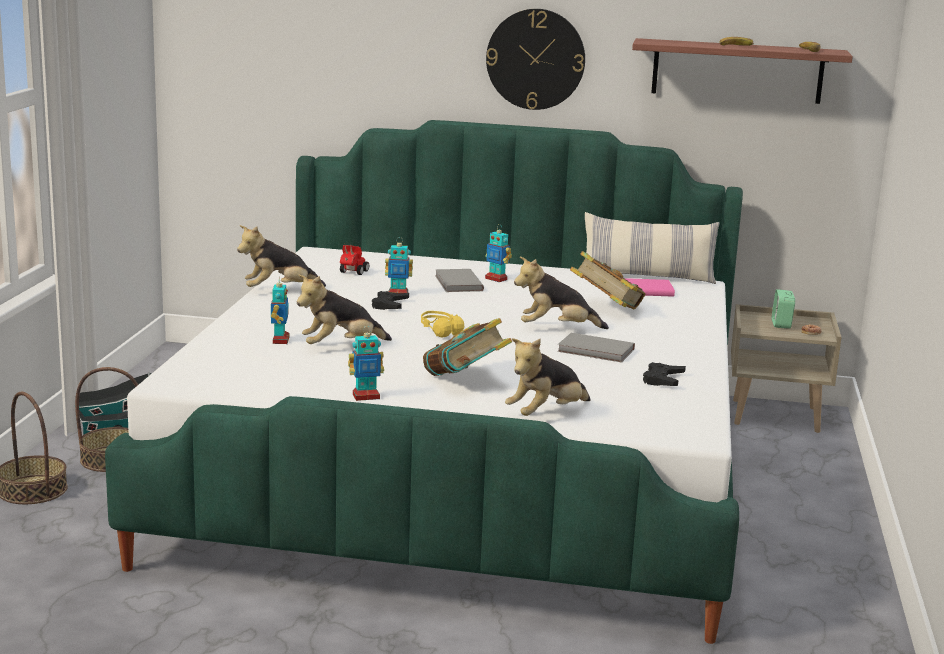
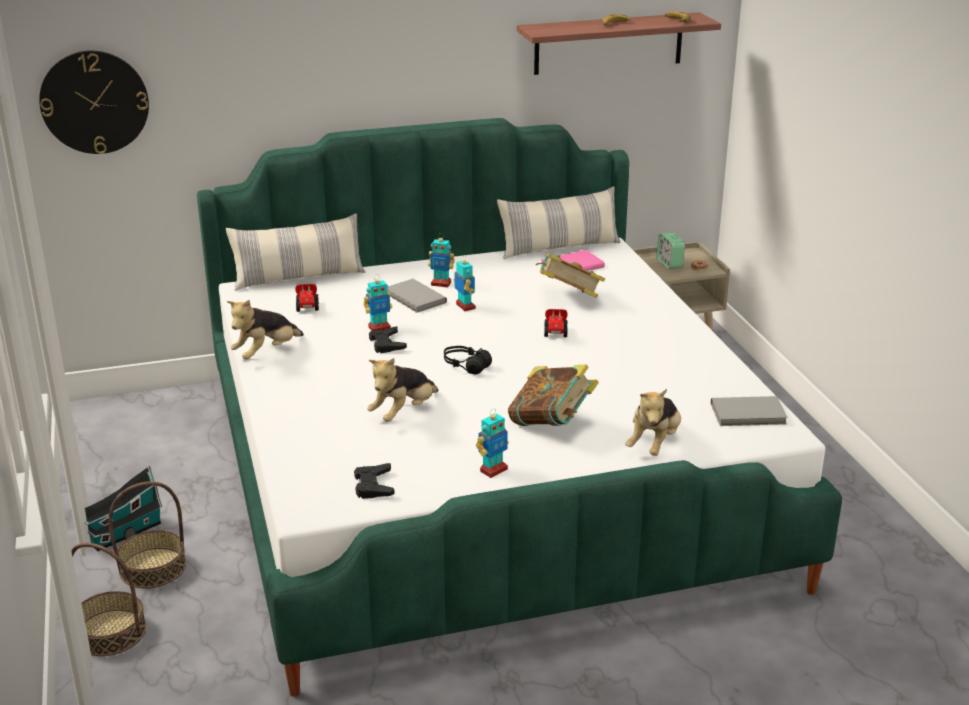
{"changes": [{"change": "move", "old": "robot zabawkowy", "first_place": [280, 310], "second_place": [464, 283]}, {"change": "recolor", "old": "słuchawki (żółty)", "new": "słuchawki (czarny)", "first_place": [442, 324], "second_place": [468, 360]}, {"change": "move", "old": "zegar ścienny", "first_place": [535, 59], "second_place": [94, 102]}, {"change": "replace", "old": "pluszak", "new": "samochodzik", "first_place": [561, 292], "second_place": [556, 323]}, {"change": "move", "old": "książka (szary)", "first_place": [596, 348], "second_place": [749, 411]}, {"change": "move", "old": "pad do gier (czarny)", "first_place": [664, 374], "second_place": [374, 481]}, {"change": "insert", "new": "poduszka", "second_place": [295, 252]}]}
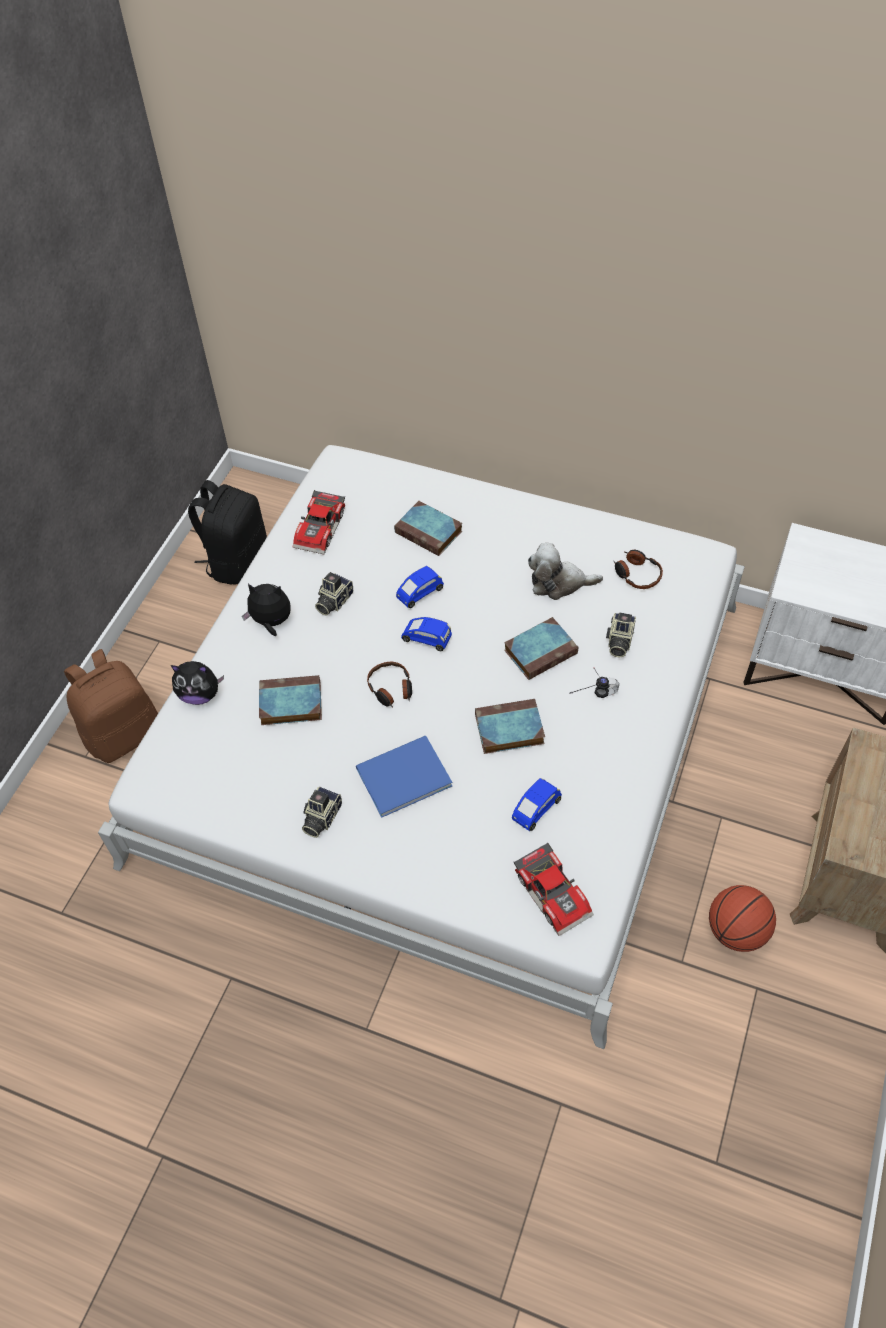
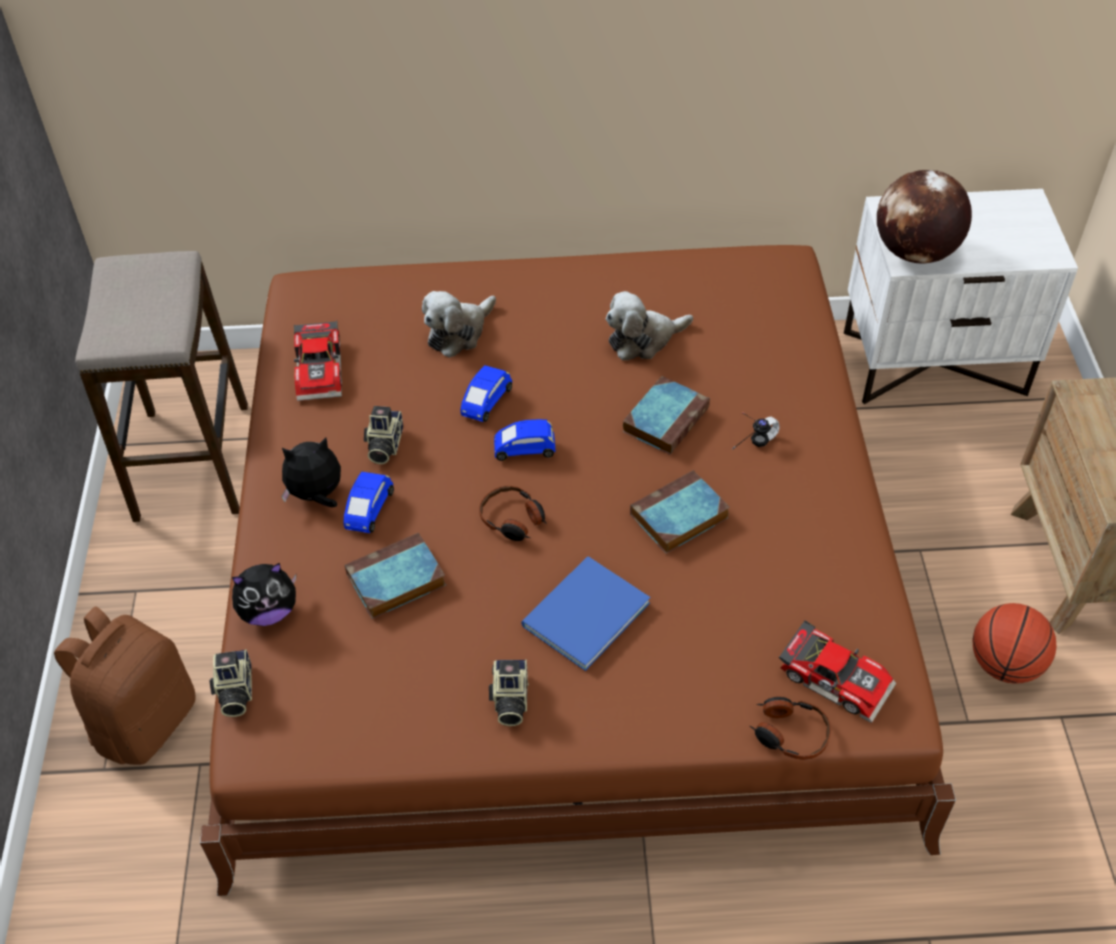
{"changes": [{"change": "recolor", "old": "łóżko (biały)", "new": "łóżko (brązowy)", "first_place": [421, 747], "second_place": [578, 570]}, {"change": "replace", "old": "plecak (czarny)", "new": "stołek", "first_place": [227, 532], "second_place": [161, 386]}, {"change": "replace", "old": "książka", "new": "pluszak", "first_place": [428, 528], "second_place": [459, 324]}, {"change": "move", "old": "samochodzik (niebieski)", "first_place": [537, 804], "second_place": [368, 502]}, {"change": "move", "old": "aparat fotograficzny", "first_place": [621, 634], "second_place": [230, 683]}, {"change": "move", "old": "słuchawki", "first_place": [638, 569], "second_place": [790, 728]}, {"change": "insert", "new": "globus", "second_place": [924, 217]}]}
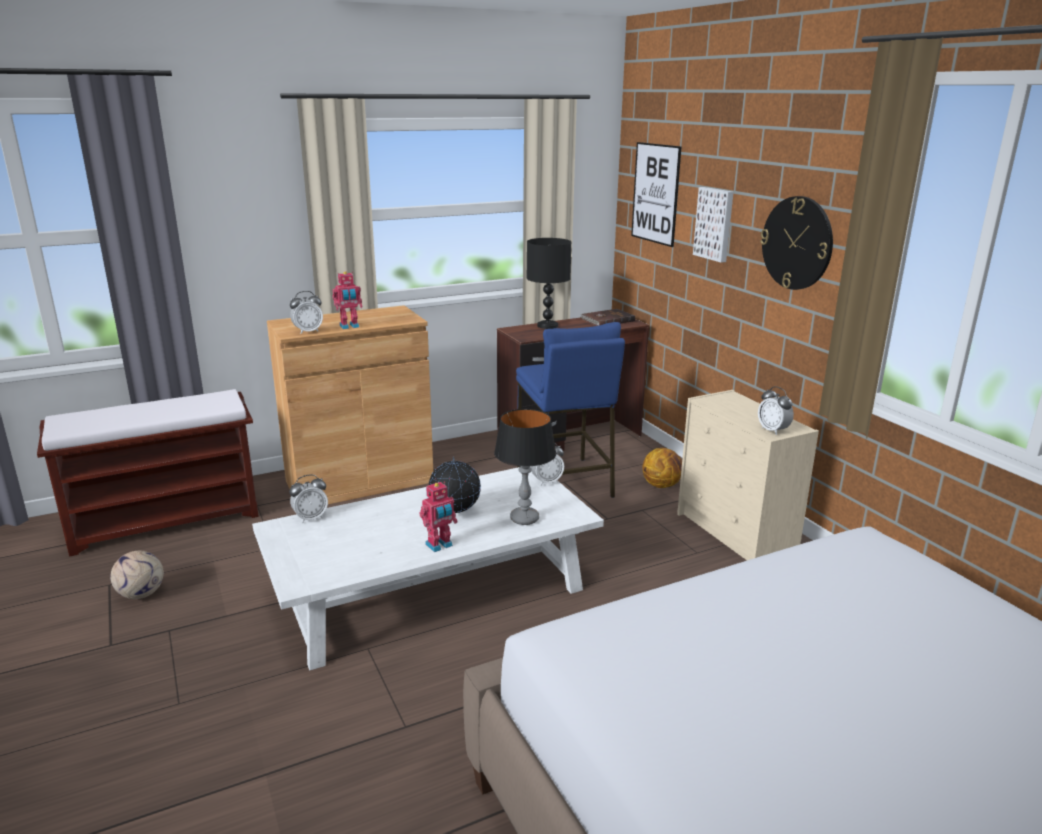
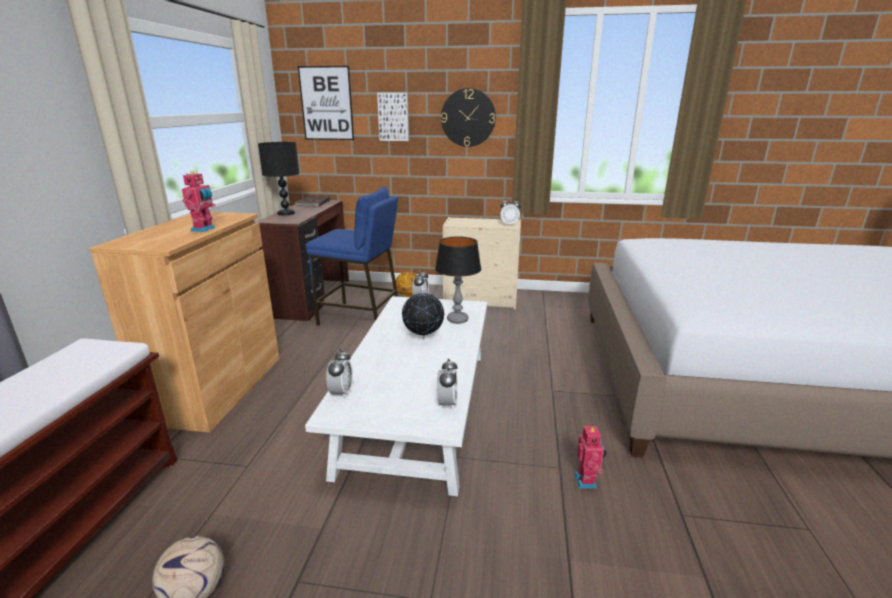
{"changes": [{"change": "move", "old": "budzik", "first_place": [306, 312], "second_place": [447, 384]}, {"change": "move", "old": "robot zabawkowy", "first_place": [438, 517], "second_place": [590, 456]}]}
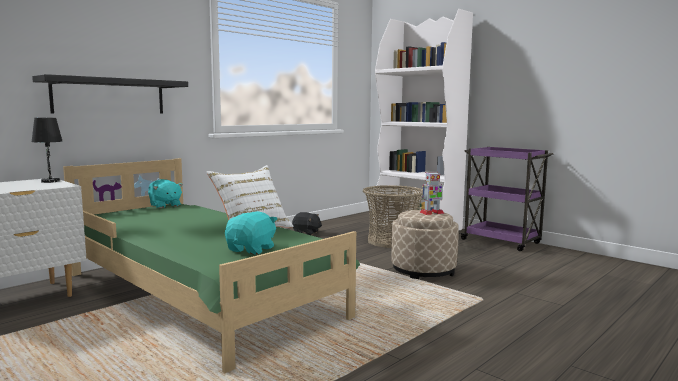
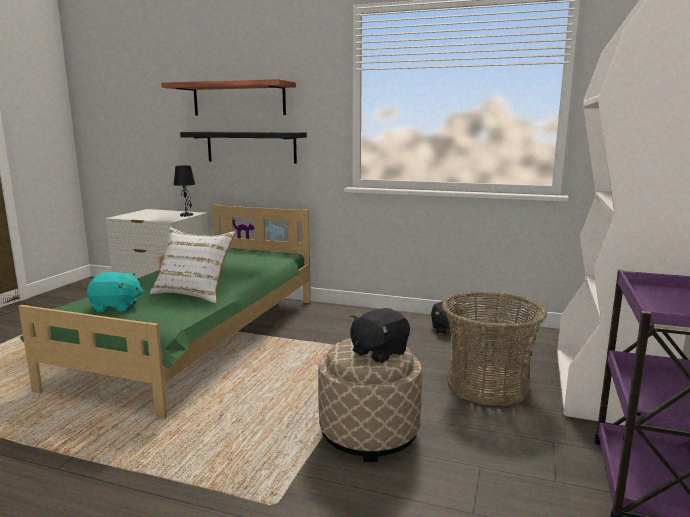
{"changes": [{"change": "delete", "old": "pluszak (turkusowy)", "first_place": [165, 193]}, {"change": "replace", "old": "robot zabawkowy", "new": "pluszak (czarny)", "first_place": [432, 193], "second_place": [379, 335]}, {"change": "insert", "new": "półka", "second_place": [228, 97]}]}
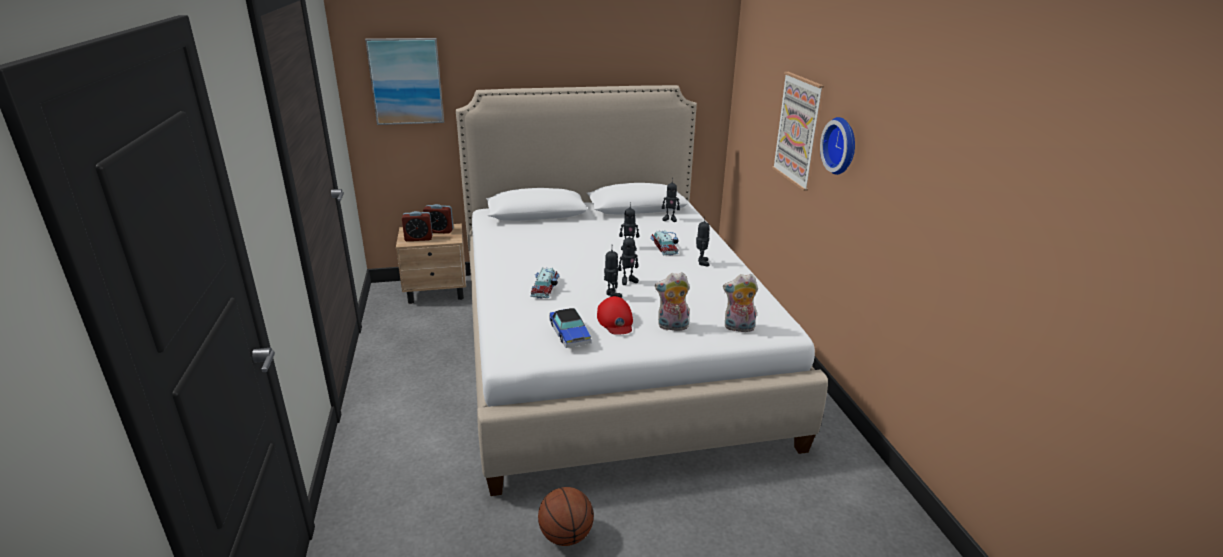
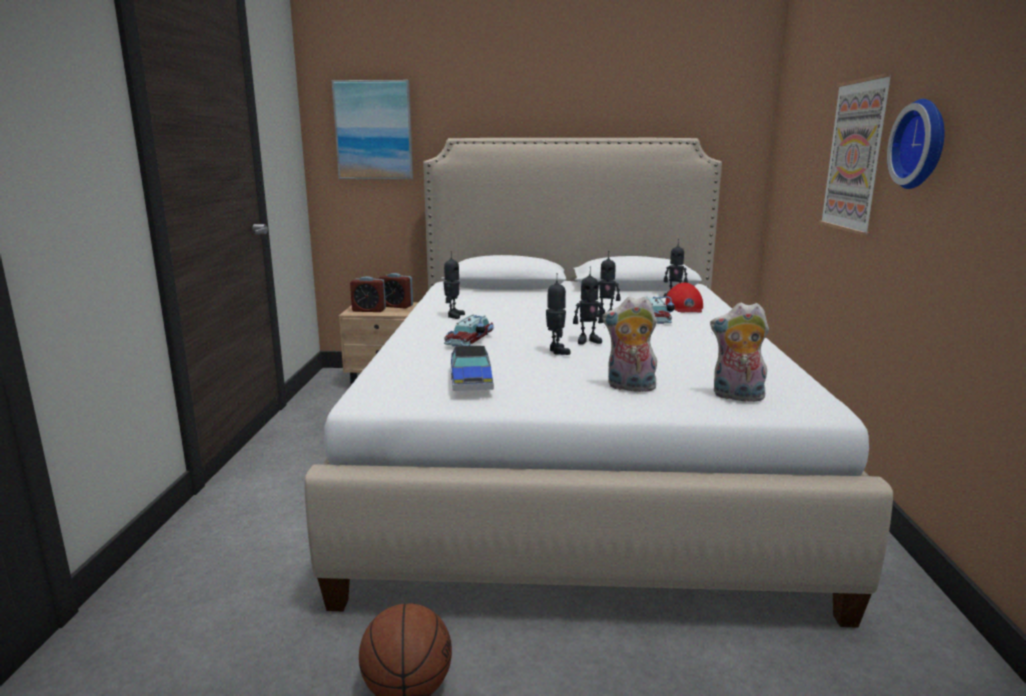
{"changes": [{"change": "move", "old": "czapka z daszkiem (czerwony)", "first_place": [615, 315], "second_place": [684, 297]}, {"change": "move", "old": "robot zabawkowy", "first_place": [703, 242], "second_place": [454, 285]}]}
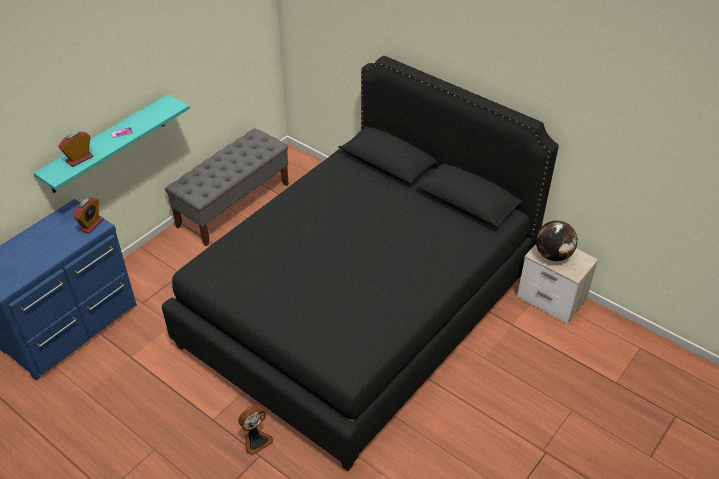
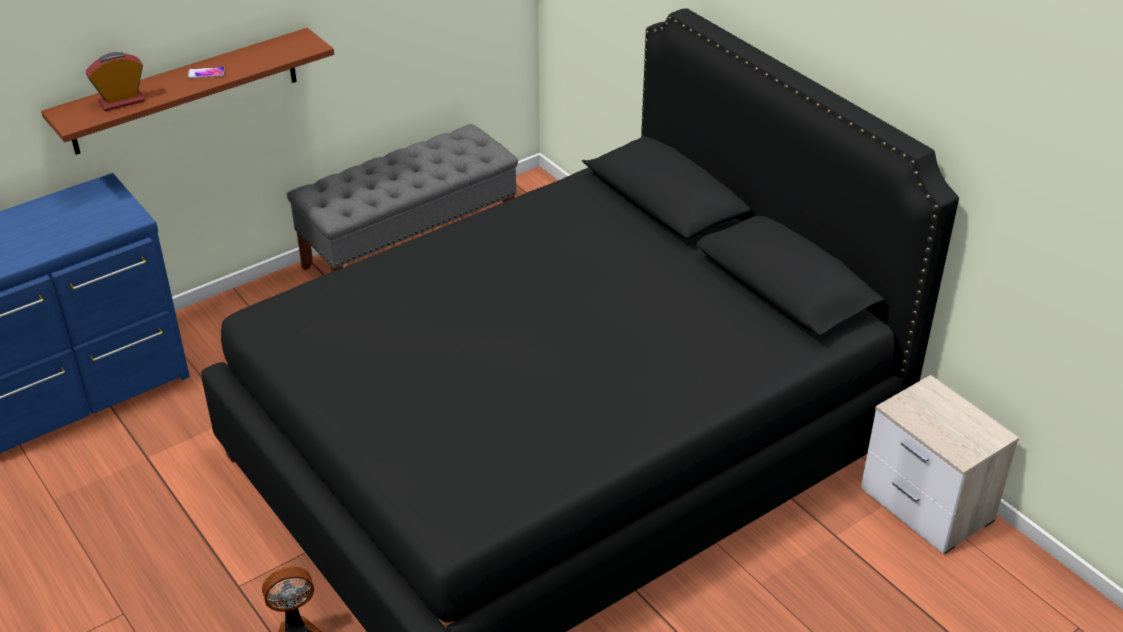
{"changes": [{"change": "recolor", "old": "półka (turkusowy)", "new": "półka (brązowy)", "first_place": [111, 143], "second_place": [187, 91]}, {"change": "delete", "old": "budzik", "first_place": [88, 215]}, {"change": "delete", "old": "globus", "first_place": [556, 241]}]}
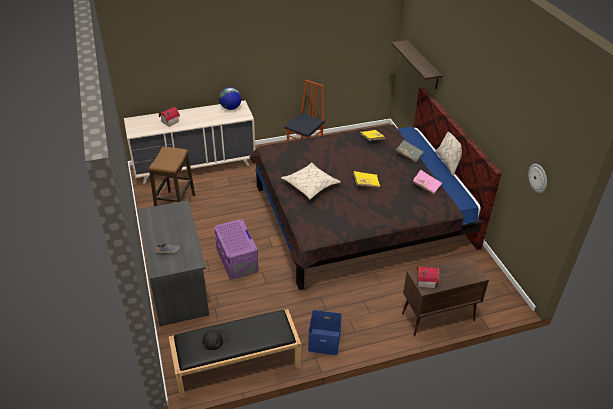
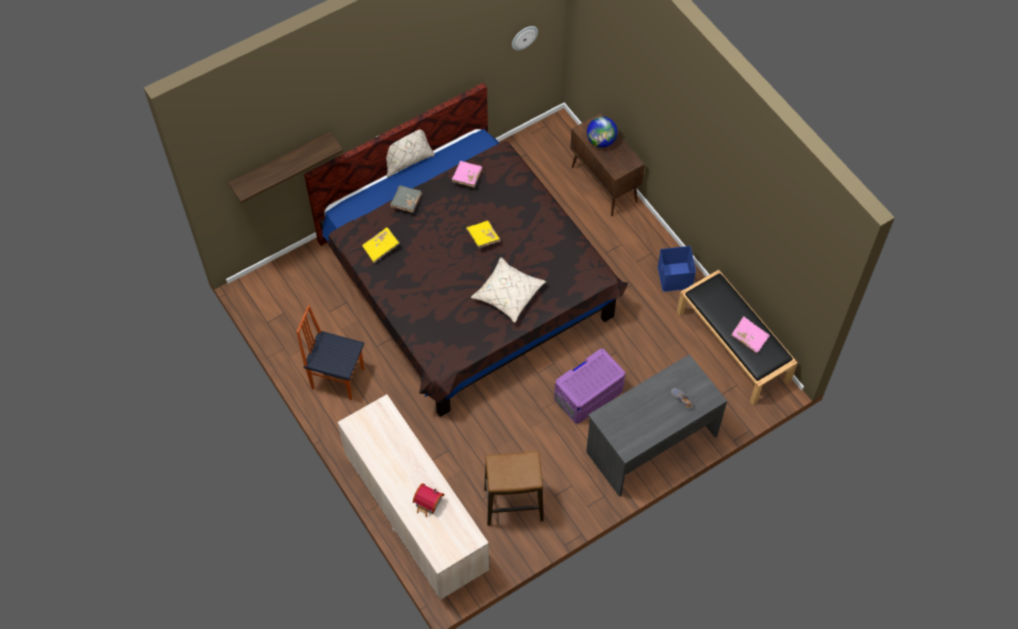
{"changes": [{"change": "replace", "old": "czapka z daszkiem (czarny)", "new": "książka (różowy)", "first_place": [216, 339], "second_place": [750, 335]}, {"change": "move", "old": "globus", "first_place": [230, 98], "second_place": [602, 132]}, {"change": "delete", "old": "domek", "first_place": [428, 277]}]}
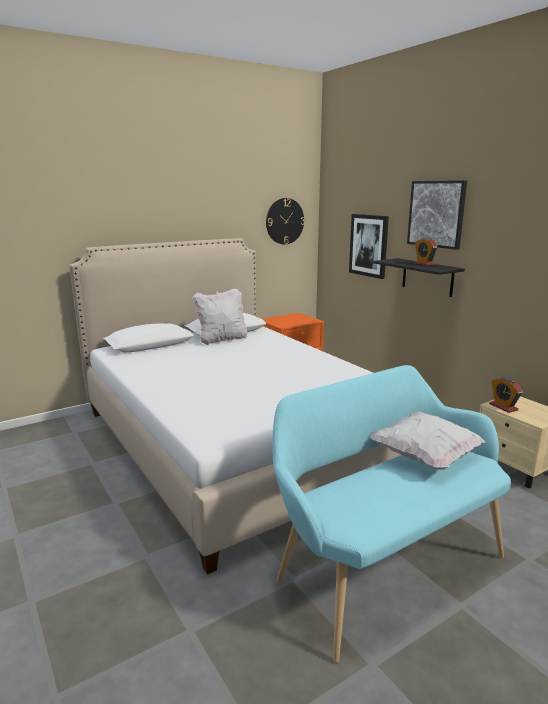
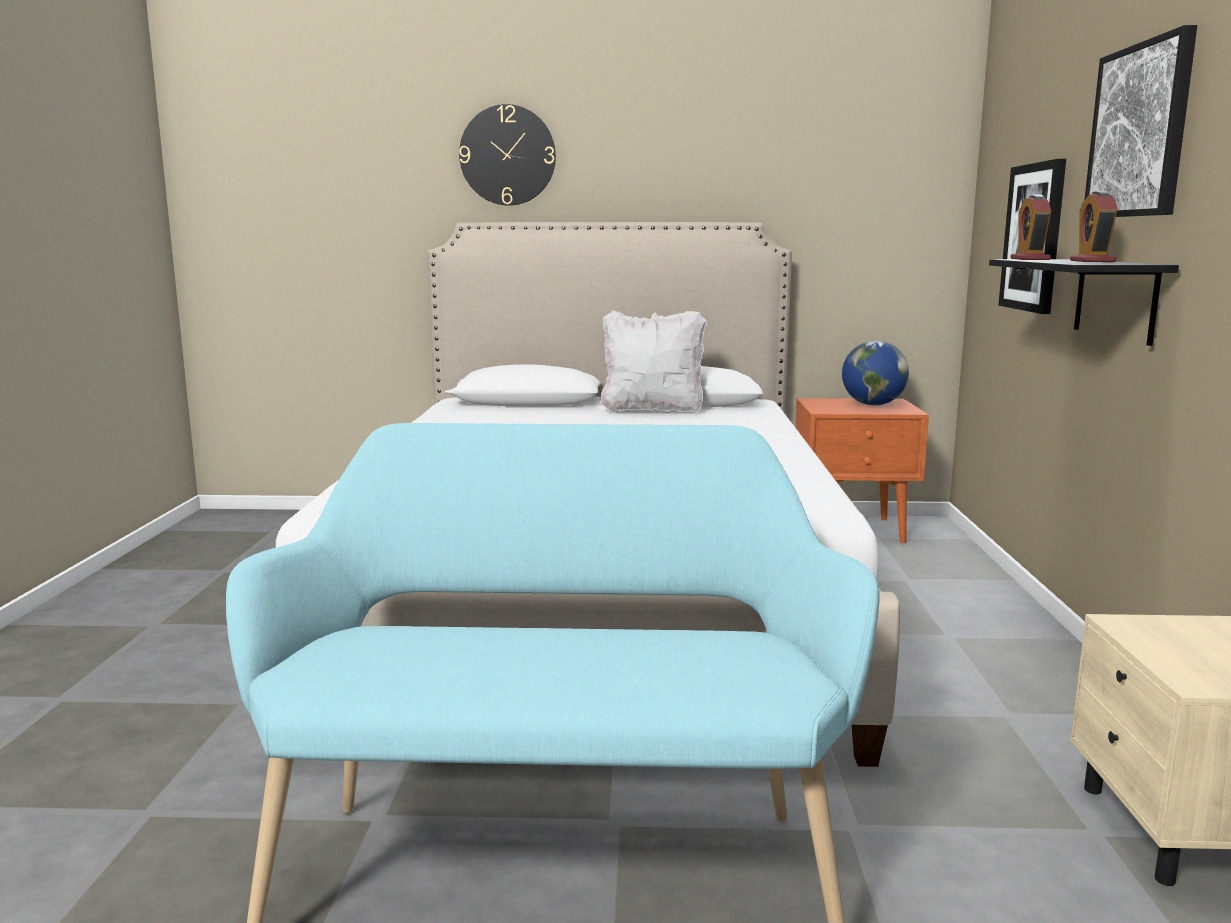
{"changes": [{"change": "move", "old": "zegar ścienny", "first_place": [285, 221], "second_place": [507, 155]}, {"change": "delete", "old": "poduszka (biały)", "first_place": [428, 441]}, {"change": "move", "old": "budzik", "first_place": [506, 395], "second_place": [1030, 227]}, {"change": "insert", "new": "globus", "second_place": [875, 373]}]}
